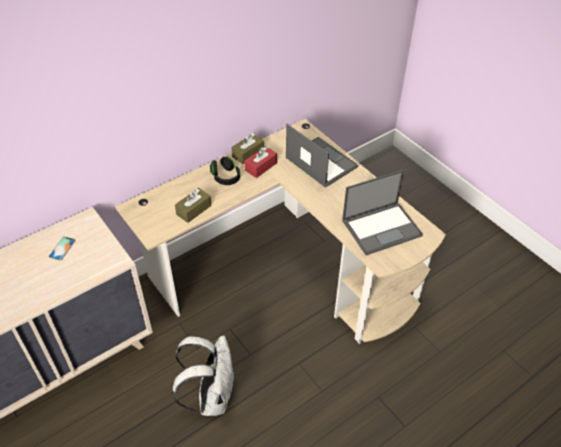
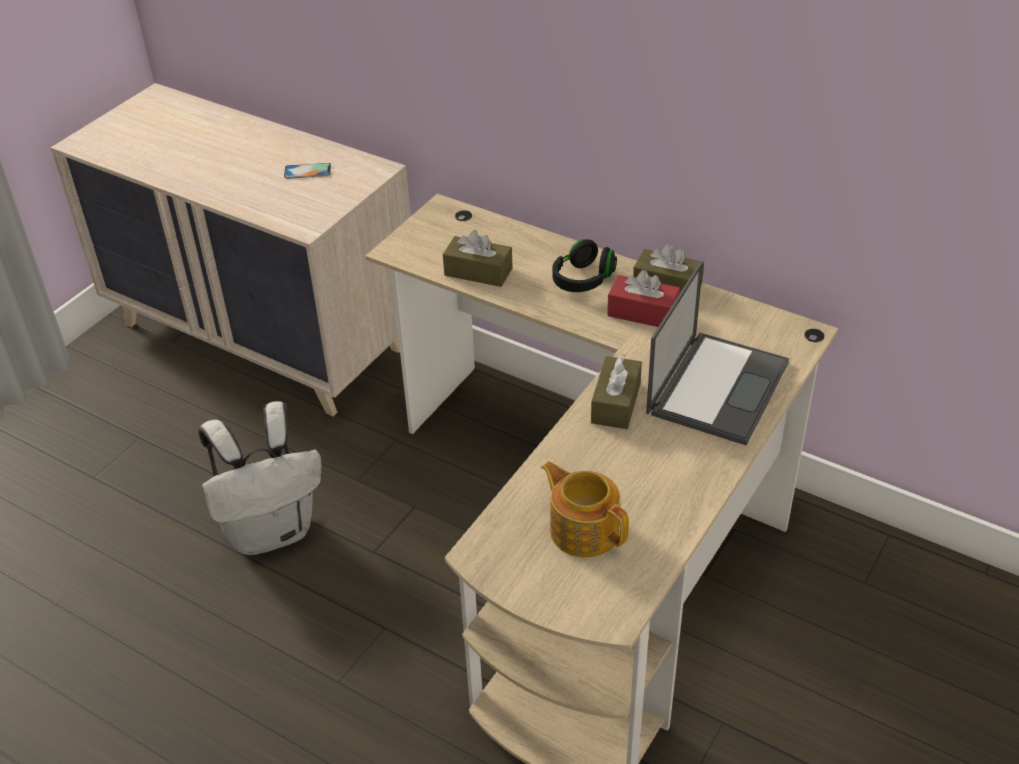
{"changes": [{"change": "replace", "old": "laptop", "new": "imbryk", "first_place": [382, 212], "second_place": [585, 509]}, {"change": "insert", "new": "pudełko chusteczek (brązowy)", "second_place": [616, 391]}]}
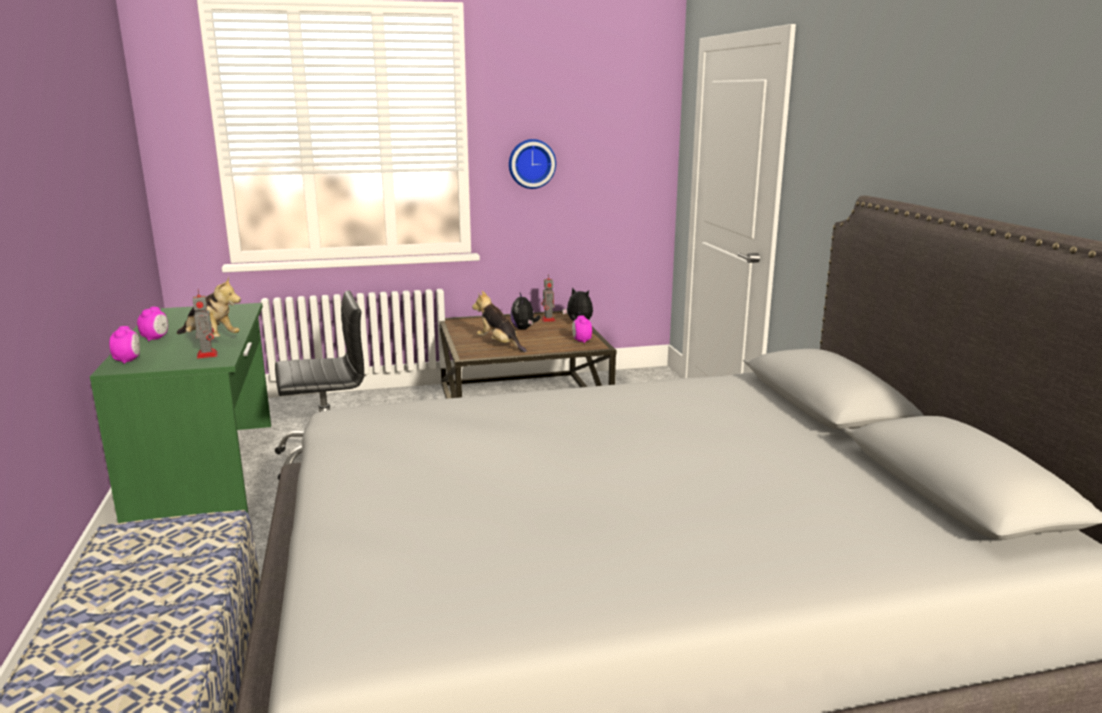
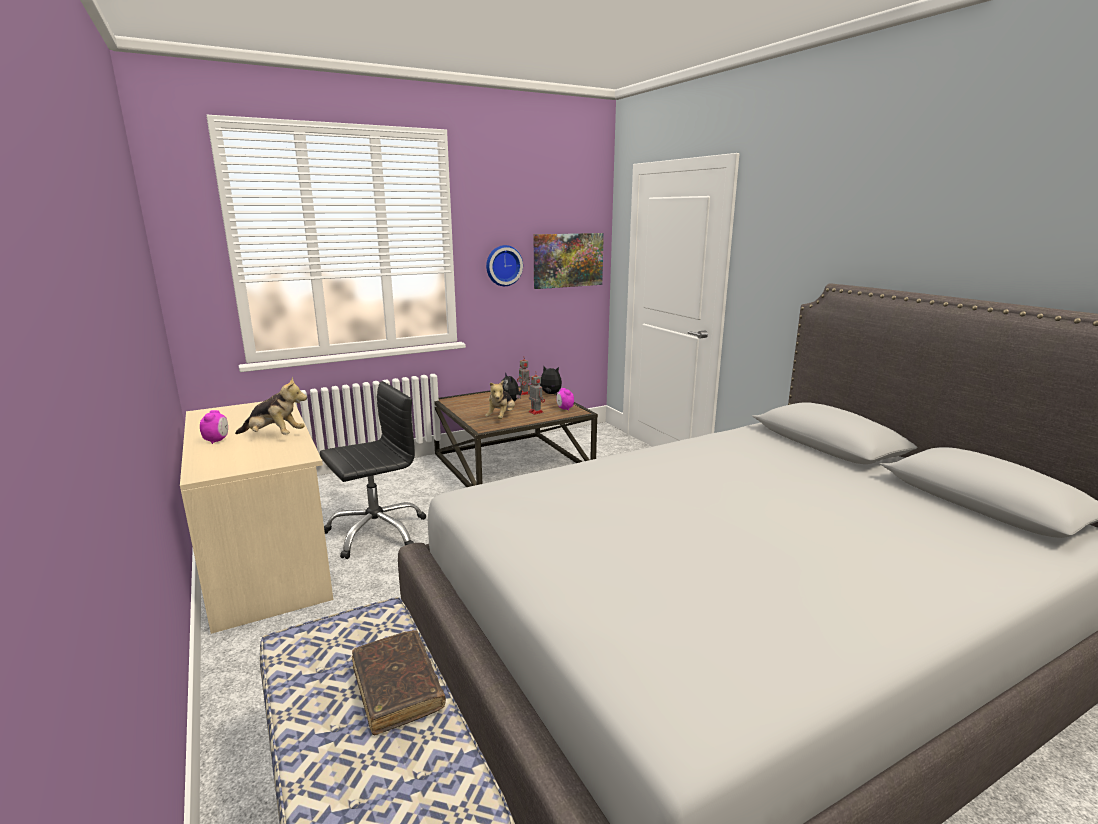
{"changes": [{"change": "recolor", "old": "biurko (zielony)", "new": "biurko (beżowy)", "first_place": [180, 413], "second_place": [256, 518]}, {"change": "delete", "old": "budzik", "first_place": [124, 345]}, {"change": "move", "old": "robot zabawkowy", "first_place": [205, 324], "second_place": [536, 393]}, {"change": "rotate", "old": "pluszak", "first_place": [499, 322], "second_place": [500, 399], "degrees": -105}, {"change": "insert", "new": "książka (brązowy)", "second_place": [399, 682]}, {"change": "insert", "new": "obraz", "second_place": [569, 261]}]}
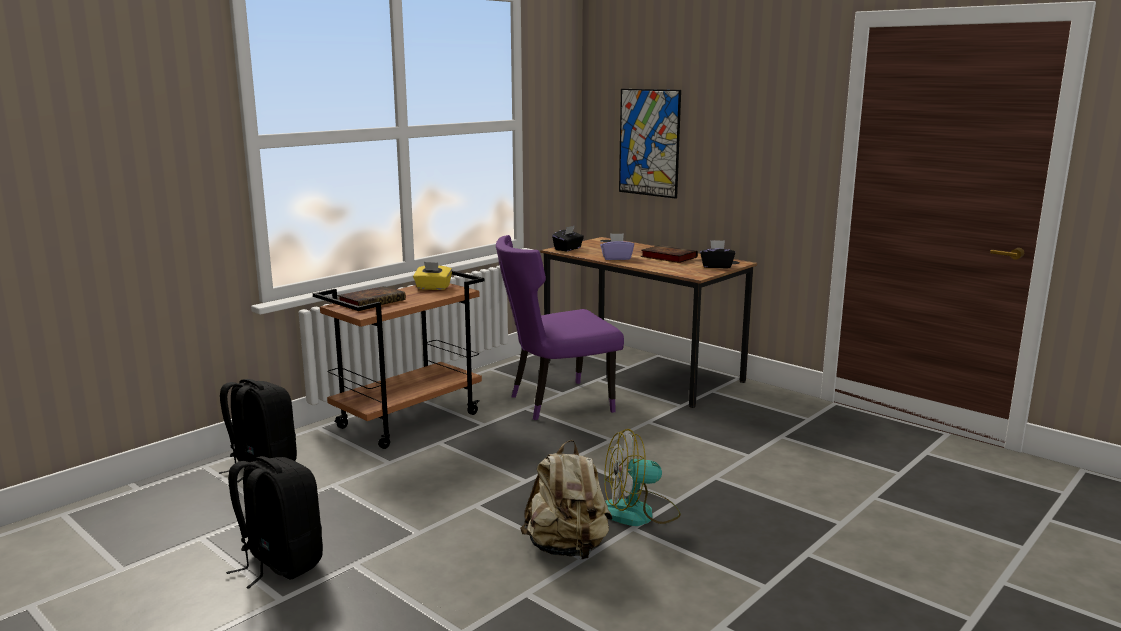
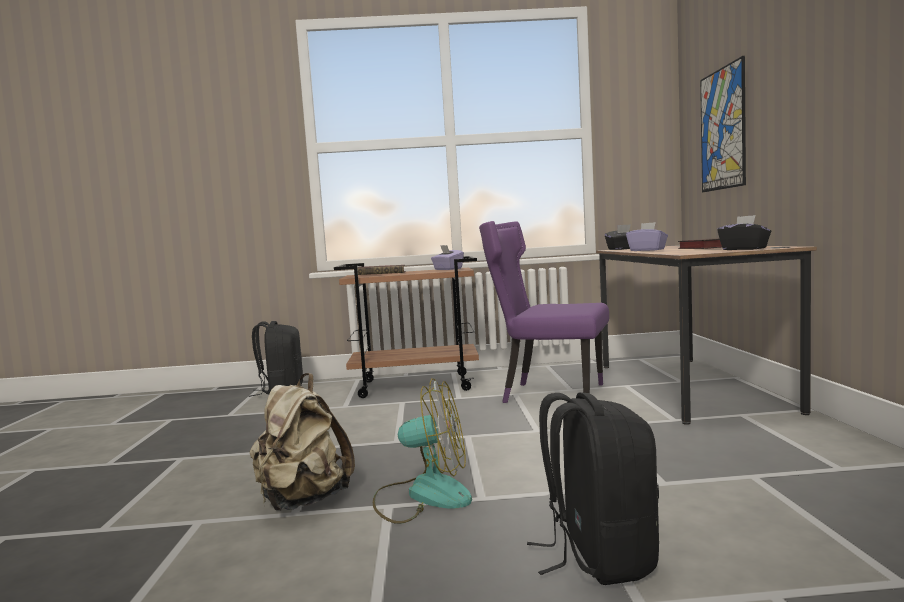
{"changes": [{"change": "move", "old": "plecak (czarny)", "first_place": [274, 522], "second_place": [593, 488]}, {"change": "recolor", "old": "pudełko chusteczek (żółty)", "new": "pudełko chusteczek (fioletowy)", "first_place": [432, 276], "second_place": [447, 257]}, {"change": "rotate", "old": "wentylator", "first_place": [642, 477], "second_place": [422, 451], "degrees": 150}]}
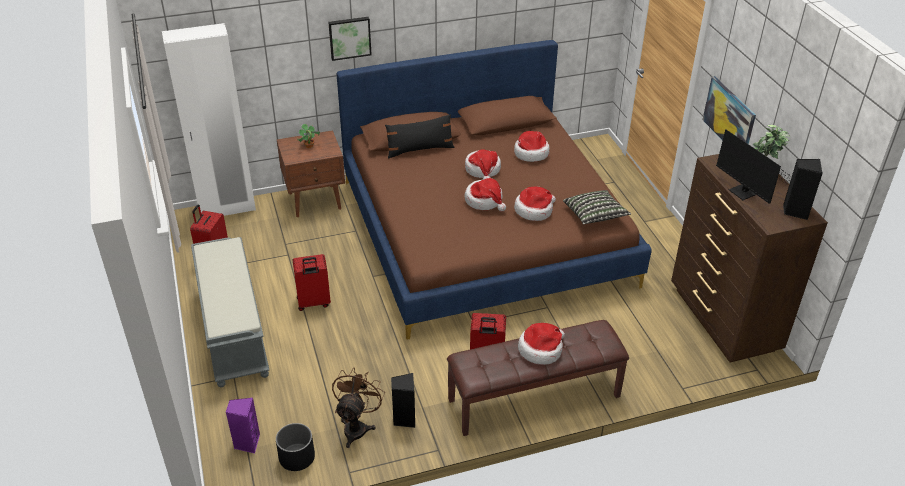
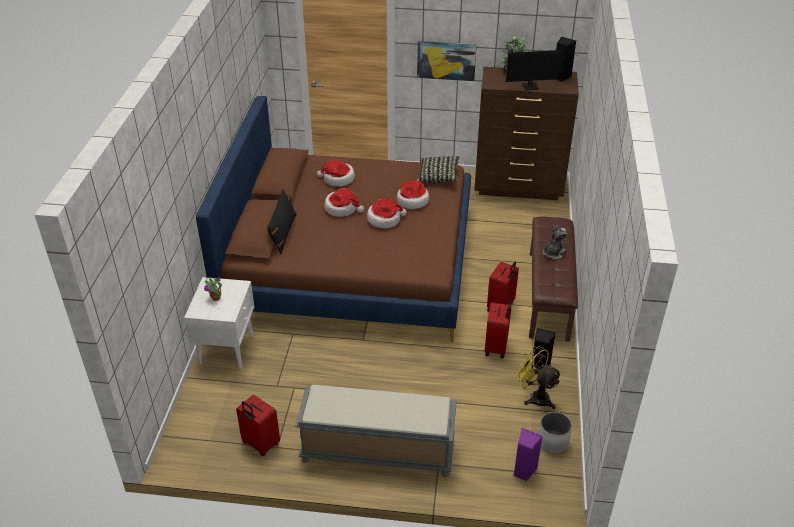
{"changes": [{"change": "delete", "old": "szafa (biały)", "first_place": [209, 119]}, {"change": "recolor", "old": "donica (czarny)", "new": "donica (biały)", "first_place": [295, 447], "second_place": [555, 432]}, {"change": "recolor", "old": "szafka nocna (brązowy)", "new": "szafka nocna (biały)", "first_place": [311, 173], "second_place": [219, 322]}, {"change": "move", "old": "walizka (czerwony)", "first_place": [312, 282], "second_place": [498, 329]}, {"change": "delete", "old": "obraz", "first_place": [350, 39]}, {"change": "recolor", "old": "wentylator (brązowy)", "new": "wentylator (żółty)", "first_place": [358, 407], "second_place": [538, 377]}, {"change": "replace", "old": "kapelusz", "new": "pluszak", "first_place": [541, 344], "second_place": [555, 242]}]}
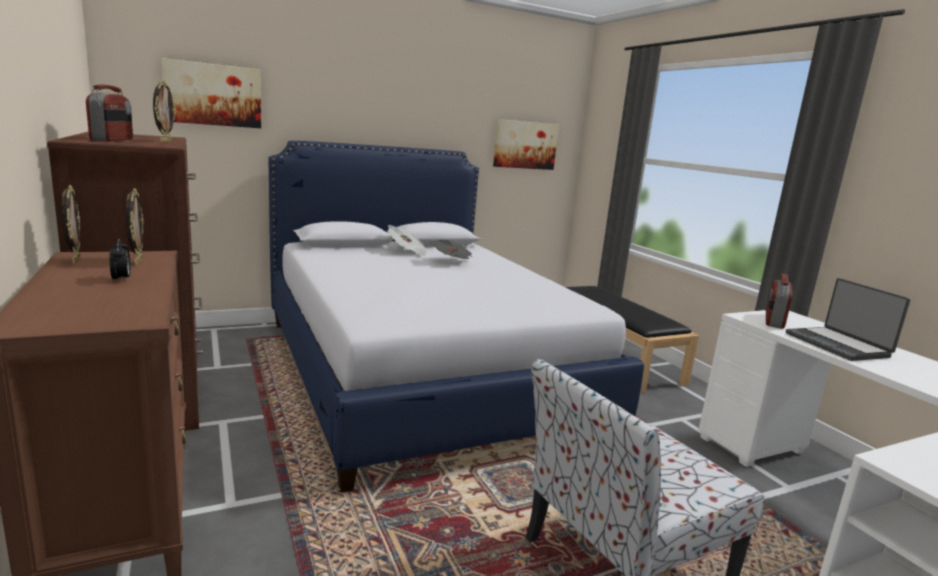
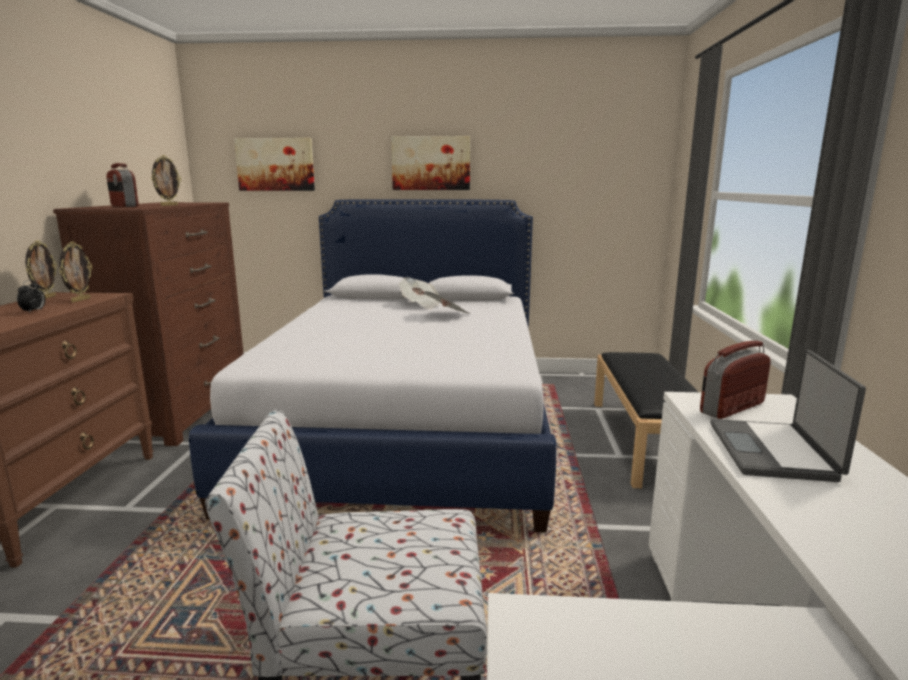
{"changes": [{"change": "rotate", "old": "radio", "first_place": [109, 112], "second_place": [122, 185], "degrees": 120}, {"change": "move", "old": "obraz", "first_place": [526, 144], "second_place": [430, 163]}]}
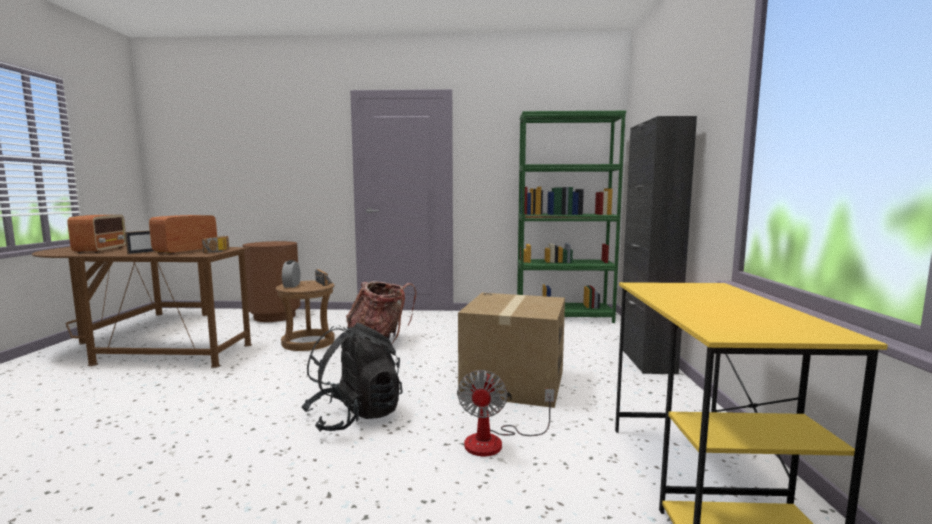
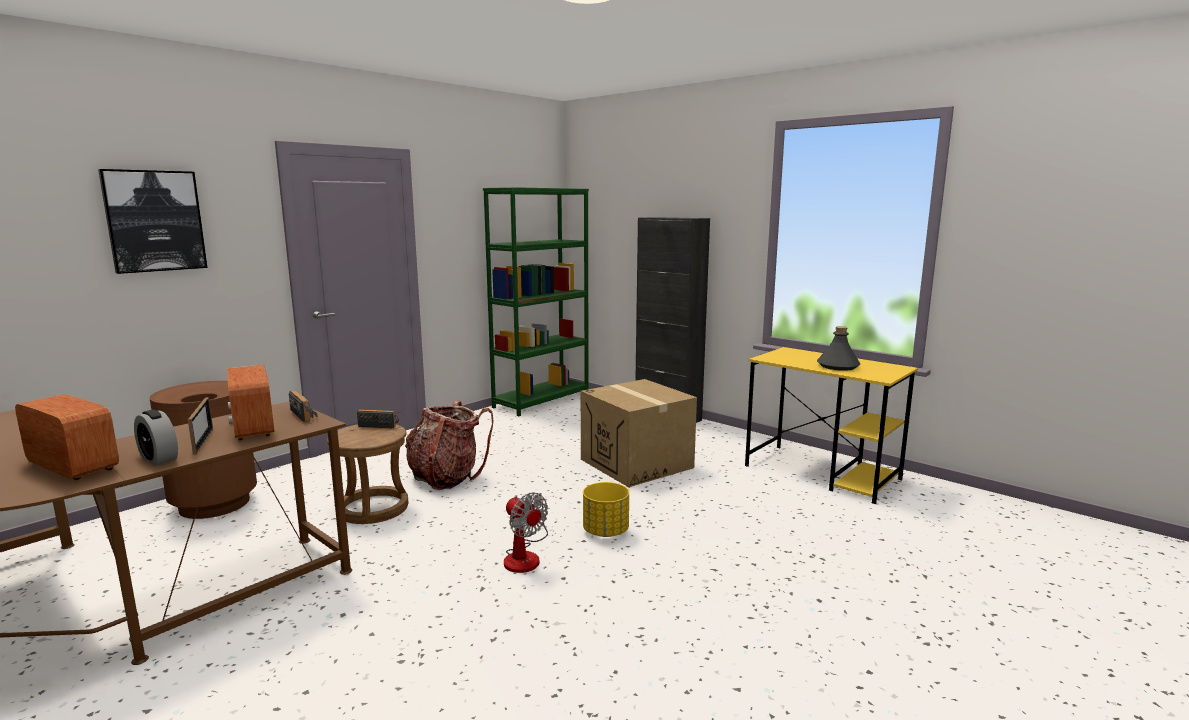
{"changes": [{"change": "move", "old": "budzik", "first_place": [291, 274], "second_place": [156, 437]}, {"change": "replace", "old": "plecak (czarny)", "new": "donica (żółty)", "first_place": [352, 377], "second_place": [606, 509]}, {"change": "move", "old": "wentylator", "first_place": [506, 413], "second_place": [526, 533]}, {"change": "insert", "new": "obraz", "second_place": [152, 221]}, {"change": "insert", "new": "butelka (szary)", "second_place": [838, 348]}]}
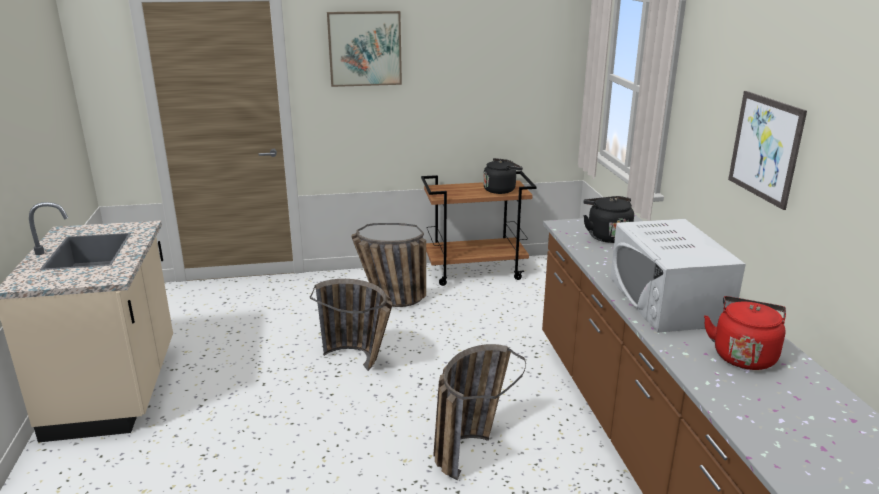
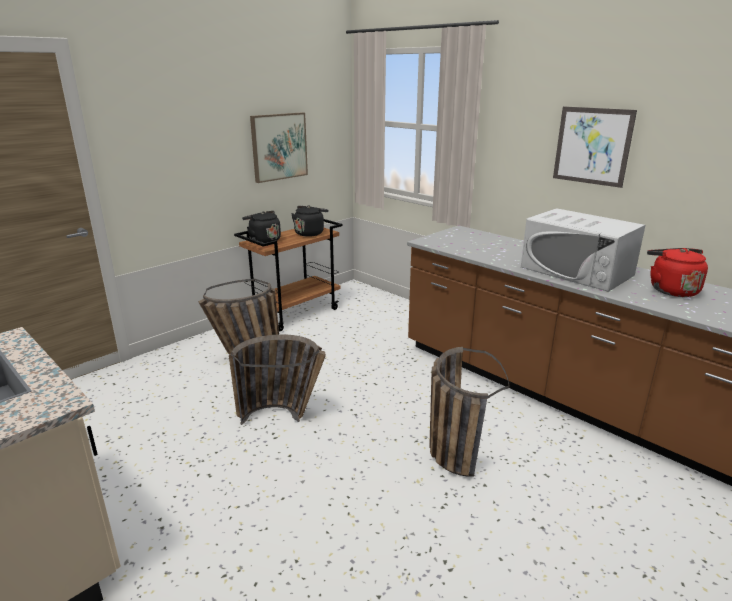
{"changes": [{"change": "move", "old": "obraz", "first_place": [364, 49], "second_place": [279, 147]}, {"change": "move", "old": "czajnik (czarny)", "first_place": [608, 219], "second_place": [261, 227]}]}
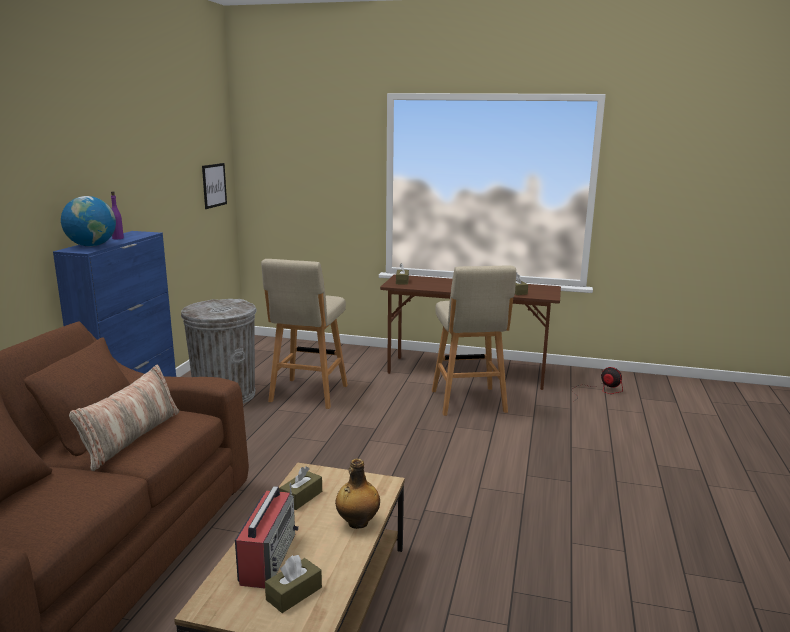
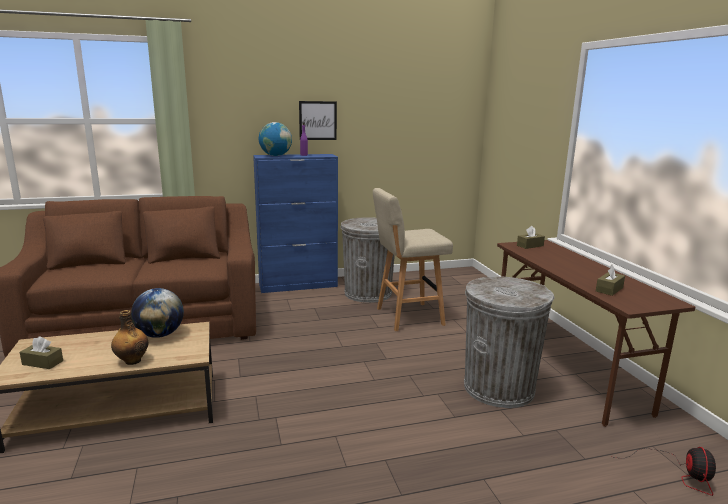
{"changes": [{"change": "delete", "old": "poduszka", "first_place": [124, 418]}, {"change": "move", "old": "obraz", "first_place": [214, 186], "second_place": [318, 120]}, {"change": "delete", "old": "radio", "first_place": [267, 536]}, {"change": "replace", "old": "pudełko chusteczek (brązowy)", "new": "globus", "first_place": [300, 488], "second_place": [157, 313]}, {"change": "replace", "old": "stołek (beżowy)", "new": "kosz na śmieci (szary)", "first_place": [474, 341], "second_place": [509, 342]}]}
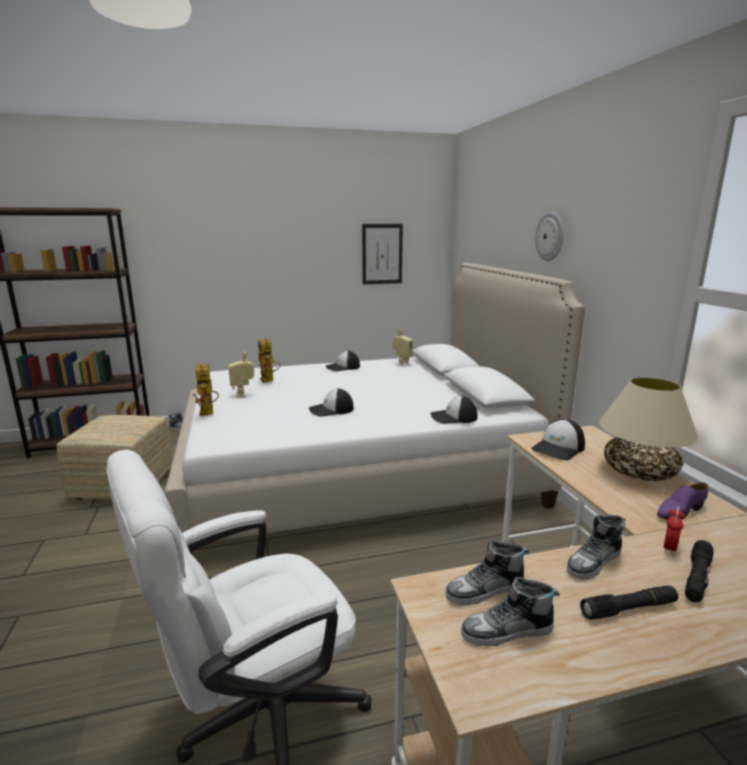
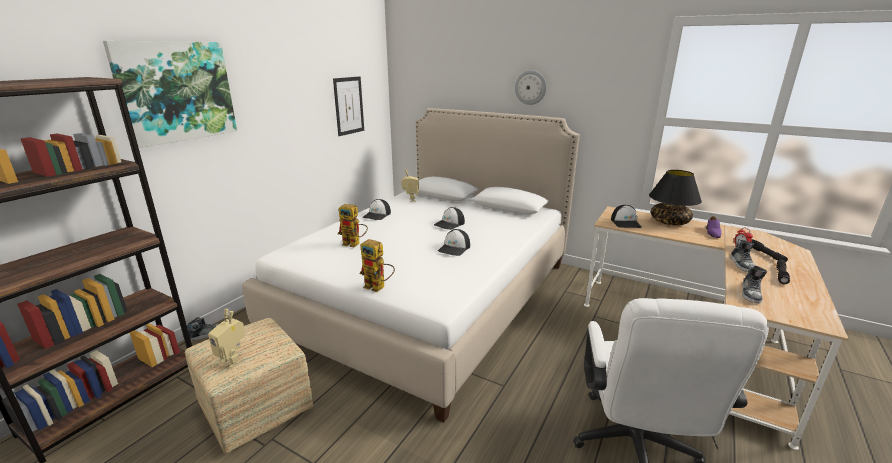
{"changes": [{"change": "move", "old": "robot zabawkowy", "first_place": [241, 374], "second_place": [226, 338]}, {"change": "move", "old": "czapka z daszkiem", "first_place": [454, 410], "second_place": [449, 218]}, {"change": "delete", "old": "but", "first_place": [510, 611]}, {"change": "recolor", "old": "lampa stołowa (beżowy)", "new": "lampa stołowa (czarny)", "first_place": [648, 429], "second_place": [675, 197]}, {"change": "insert", "new": "obraz", "second_place": [170, 94]}]}
